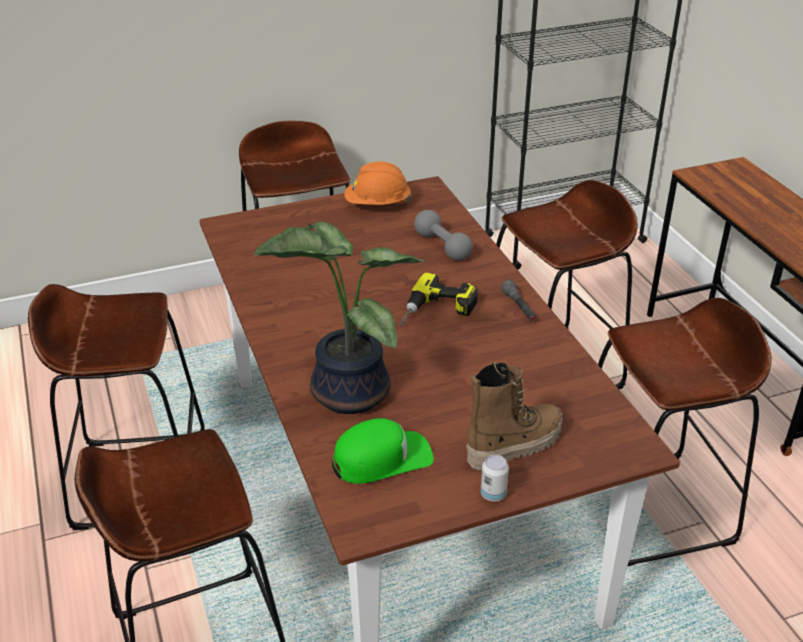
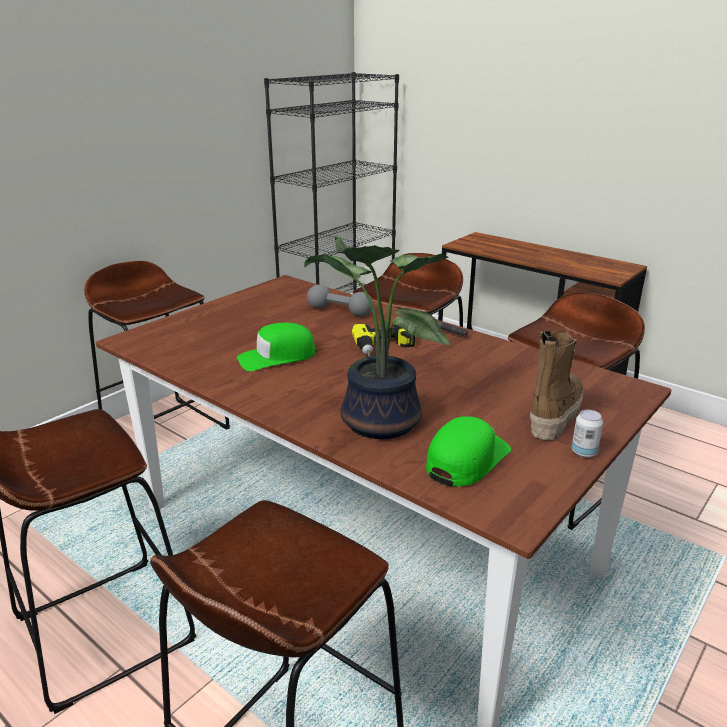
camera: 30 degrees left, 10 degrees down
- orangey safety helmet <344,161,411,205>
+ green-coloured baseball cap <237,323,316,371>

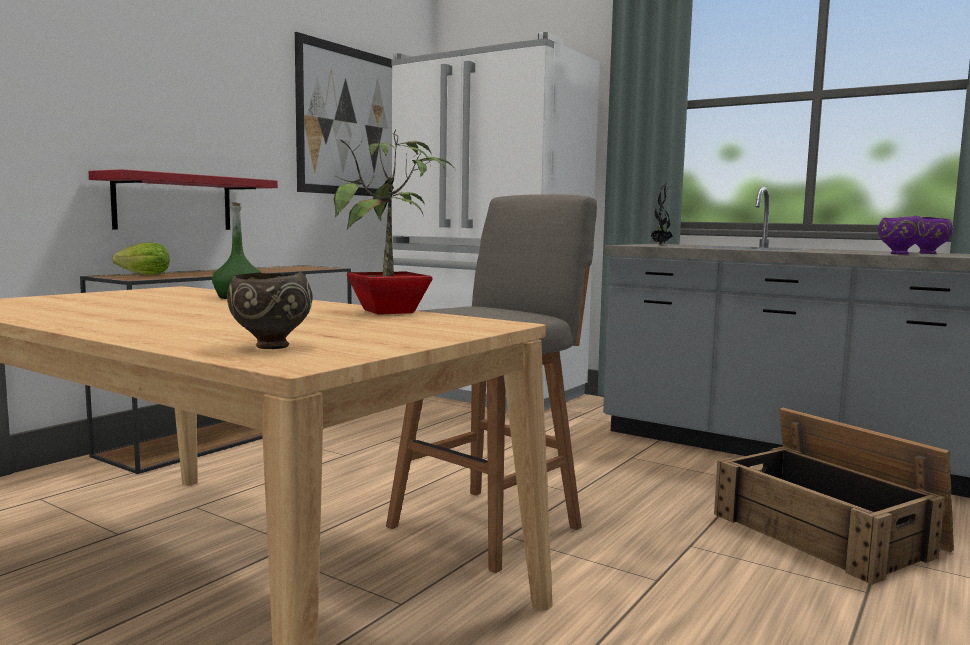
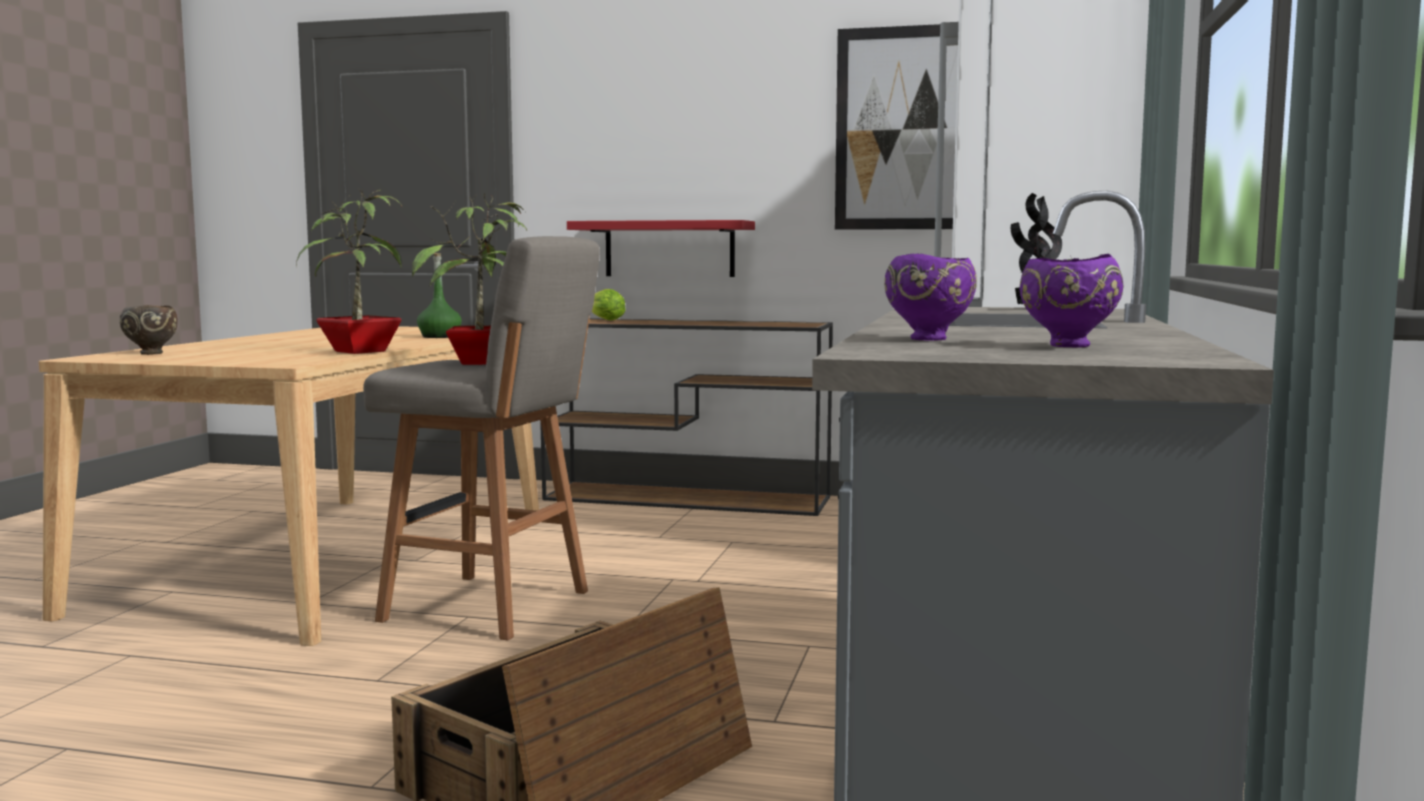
camera: 70 degrees right, 0 degrees up
+ potted plant <412,193,527,365>

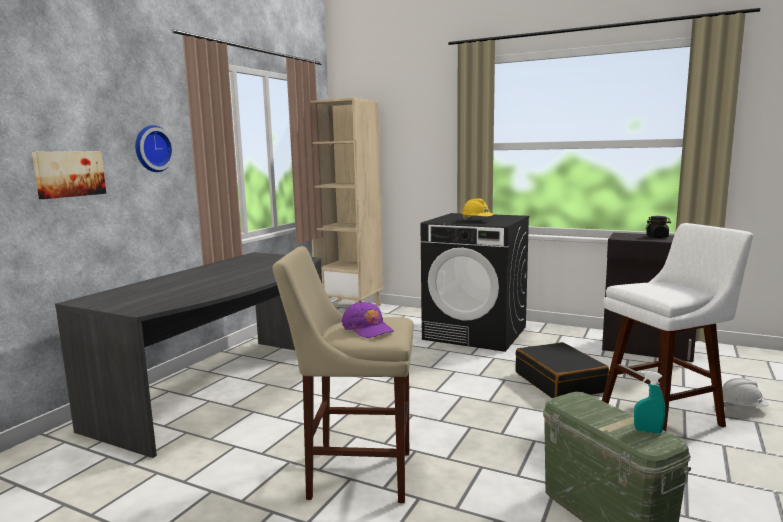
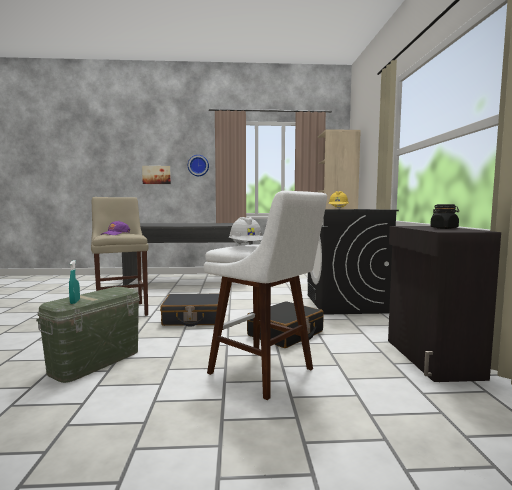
camera: 60 degrees right, 5 degrees down
+ blackish piece of luggage <160,294,219,326>
~ white safety helmet <722,378,769,407> to <229,217,263,245>

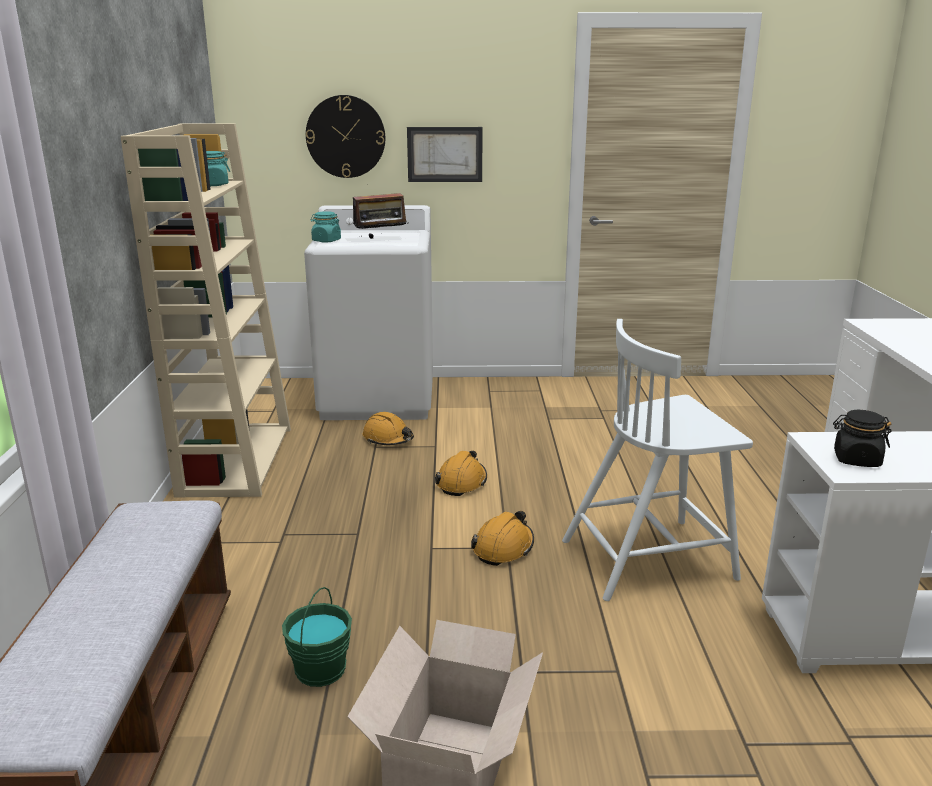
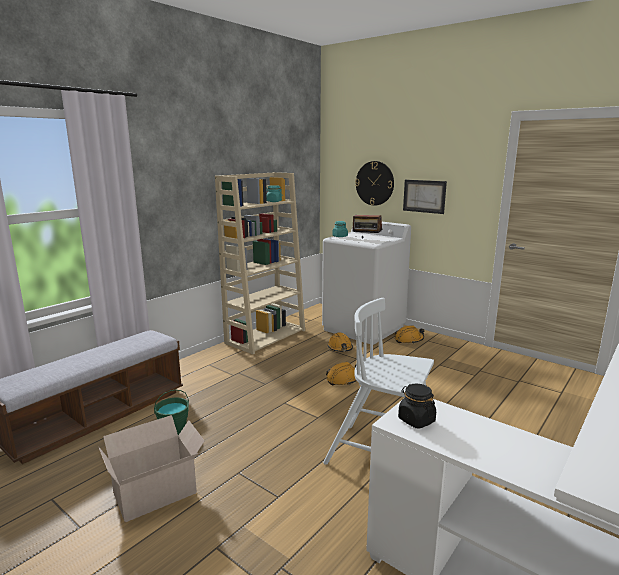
camera: 40 degrees right, 5 degrees down
~ orangey safety helmet <471,511,534,566> to <395,325,425,344>

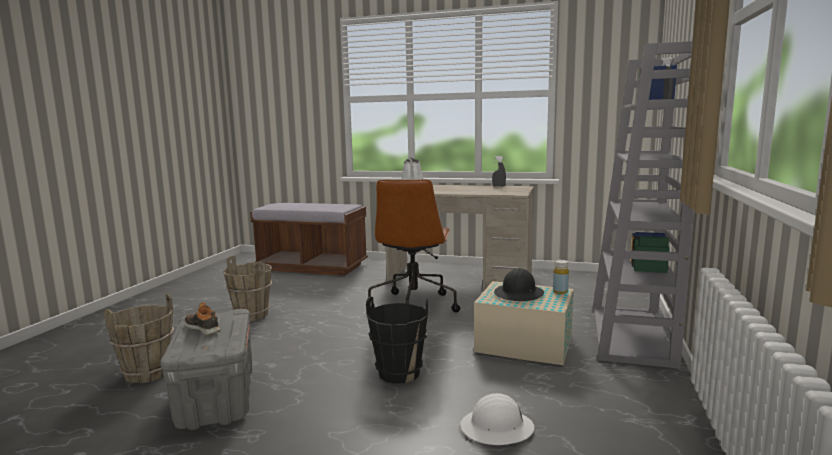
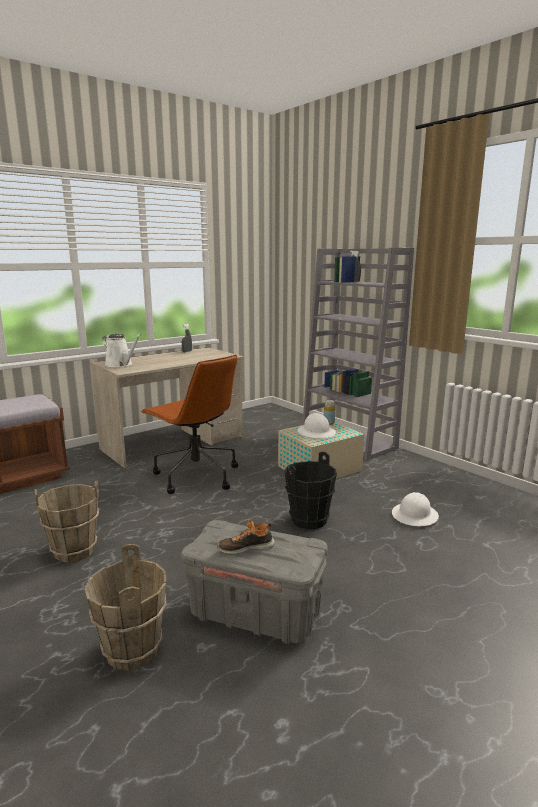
camera: 55 degrees left, 5 degrees up
~ blackish safety helmet <494,268,544,301> to white safety helmet <297,413,336,438>

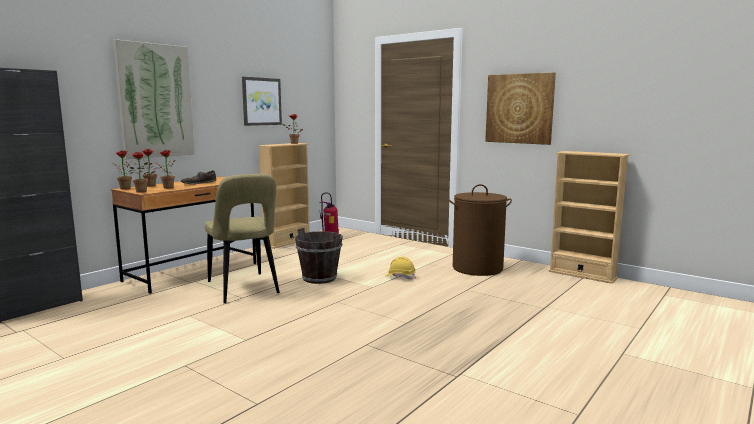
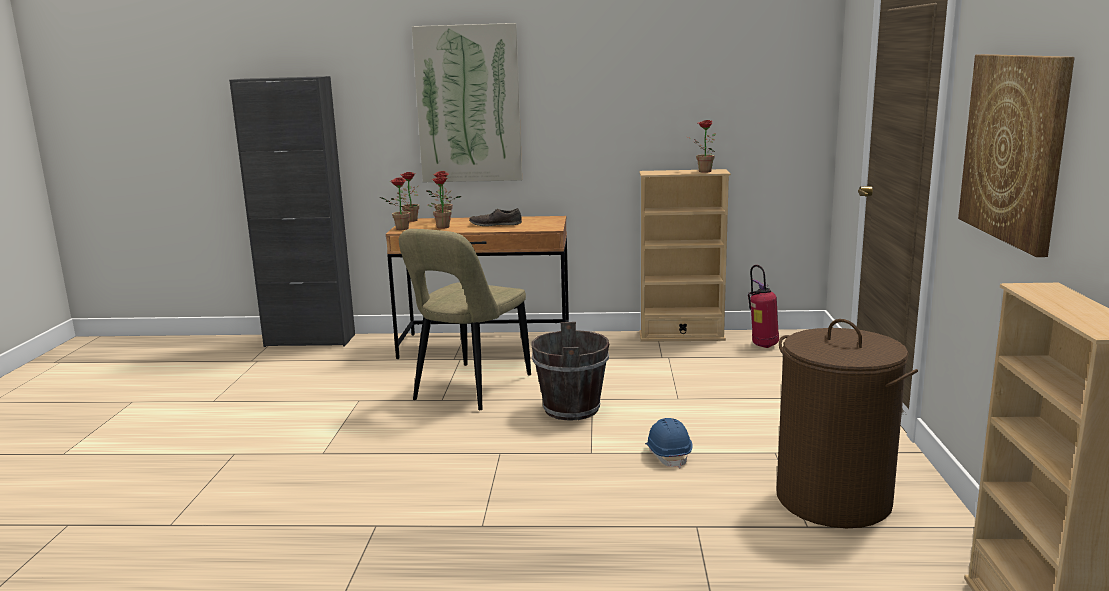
camera: 55 degrees right, 5 degrees up
- wall picture <242,77,282,126>
~ yellow safety helmet <385,257,416,280> to blue-coloured safety helmet <645,418,693,468>

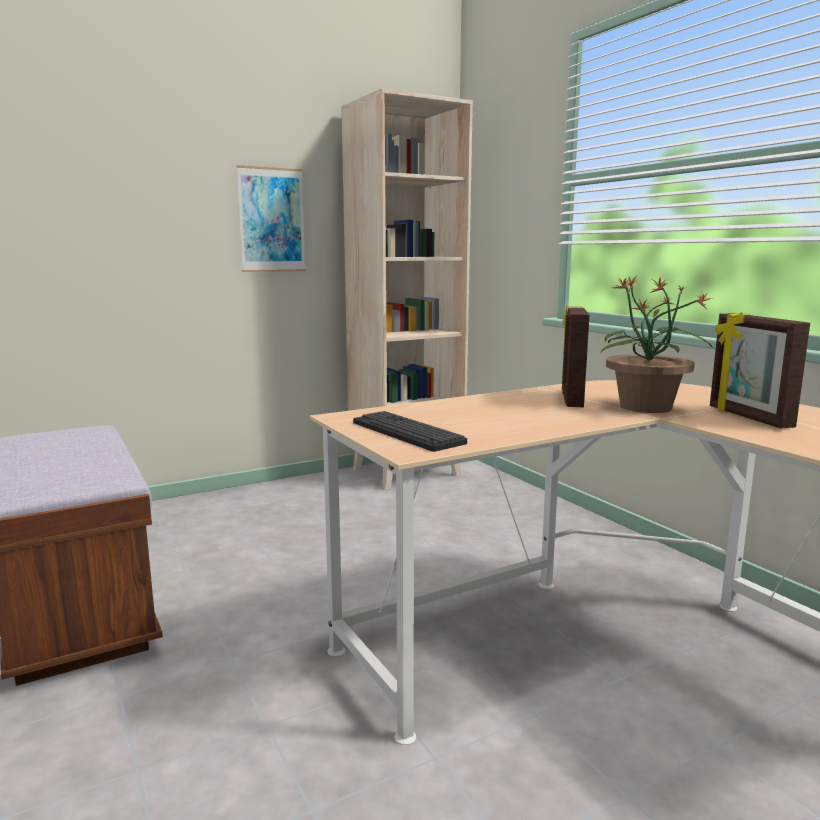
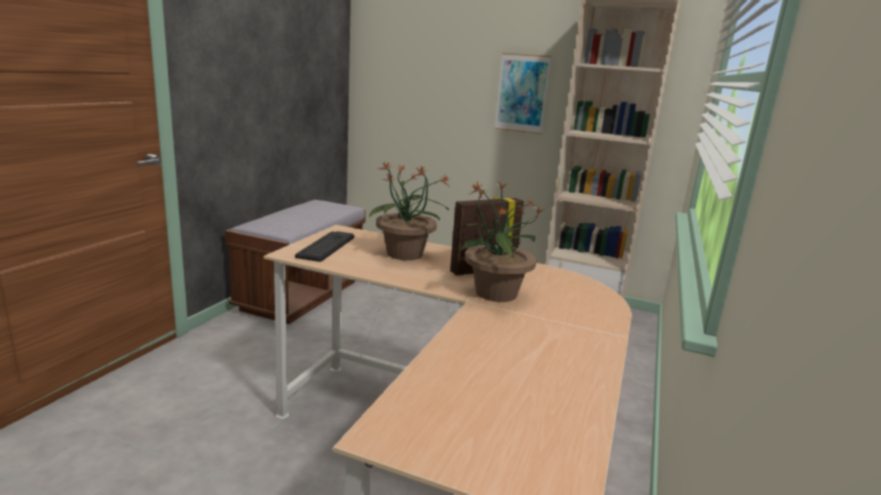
camera: 50 degrees right, 5 degrees up
- photo frame <710,312,810,429>
+ potted plant <369,162,450,260>

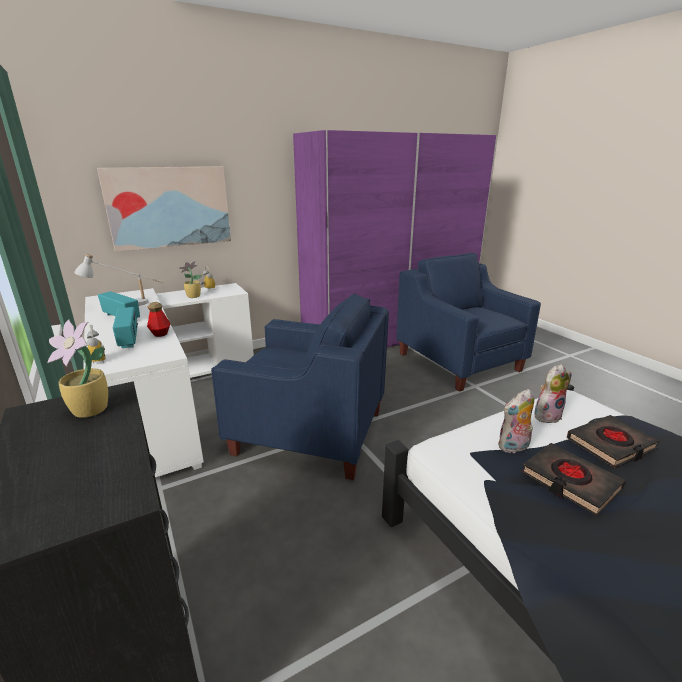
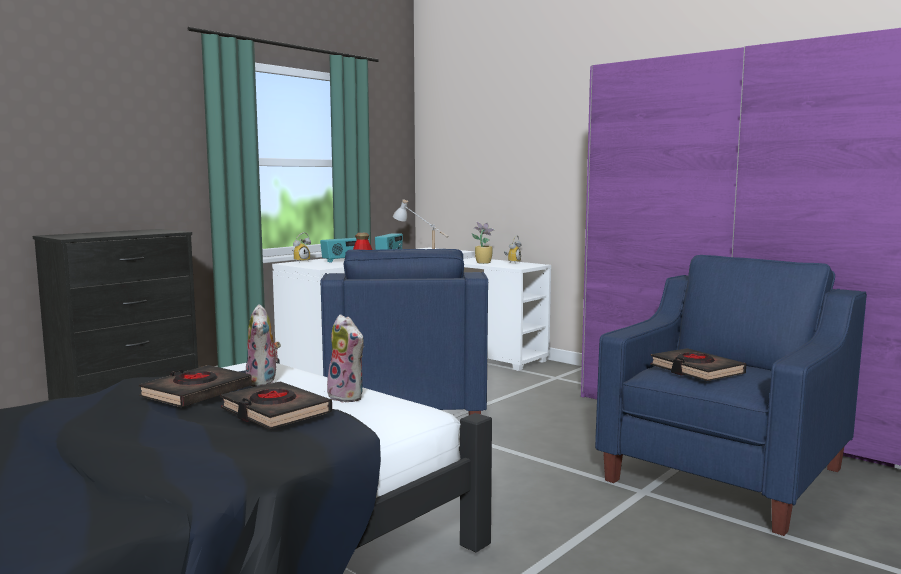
camera: 70 degrees right, 15 degrees down
- potted plant <48,319,108,418>
- wall picture <97,167,231,252>
+ blackish bound book <650,348,747,381>
~ cuddly toy <498,389,534,453> = <246,304,281,387> 150 degrees counterclockwise

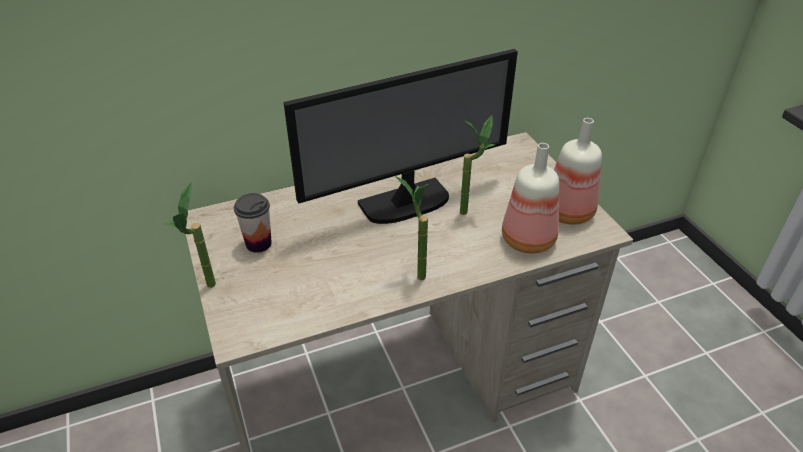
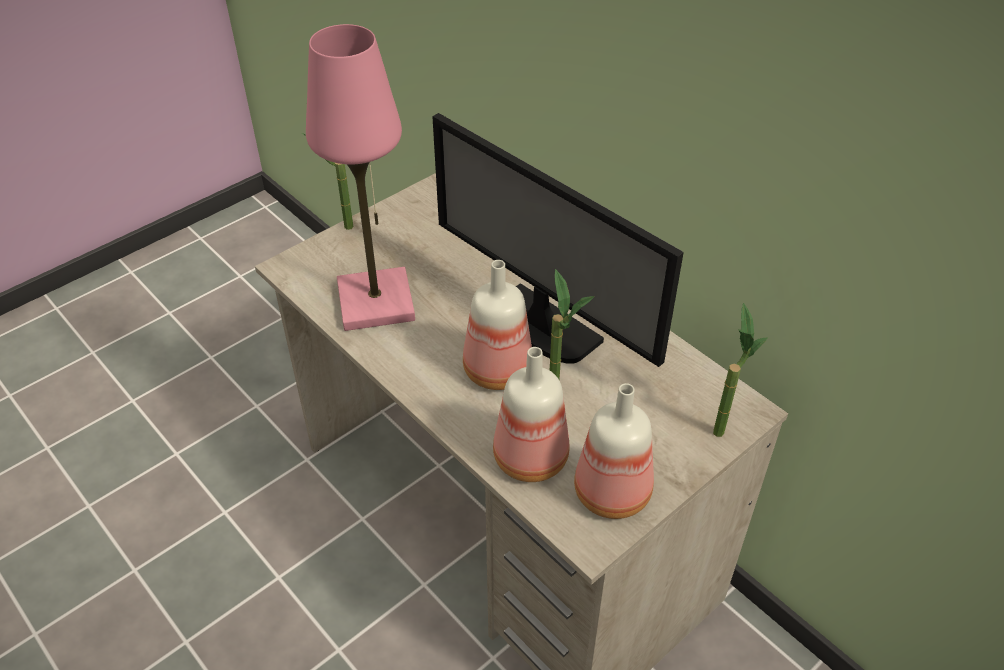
camera: 70 degrees right, 5 degrees up
- small cup <234,193,272,253>
+ pinkish table lamp <306,24,415,331>
+ drink bottle <463,260,532,390>
~ potted plant <395,176,429,280> to <713,303,768,437>

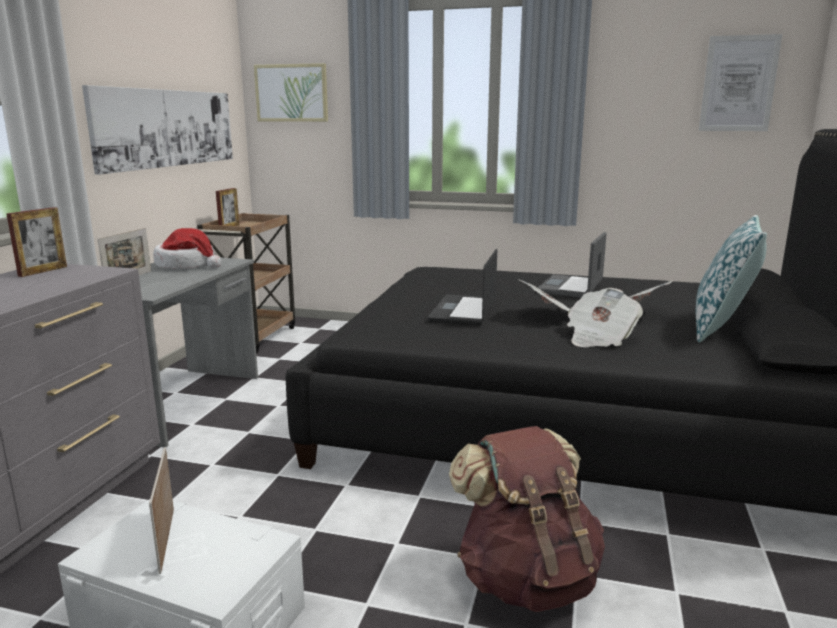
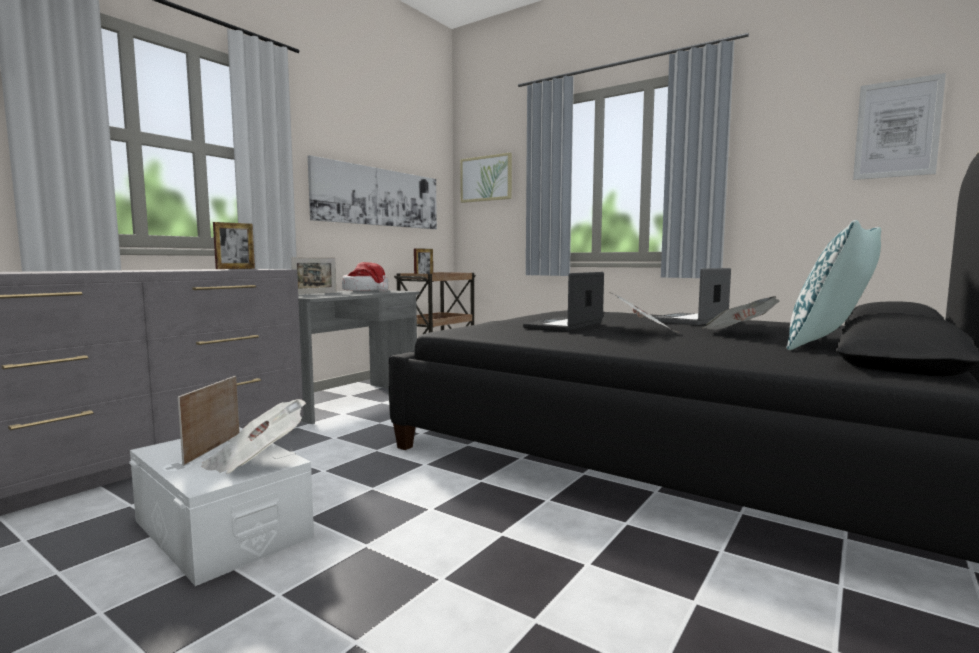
camera: 20 degrees right, 10 degrees down
- brown-coloured knapsack <449,426,605,612>
~ daily paper <567,288,643,347> to <201,399,306,474>

